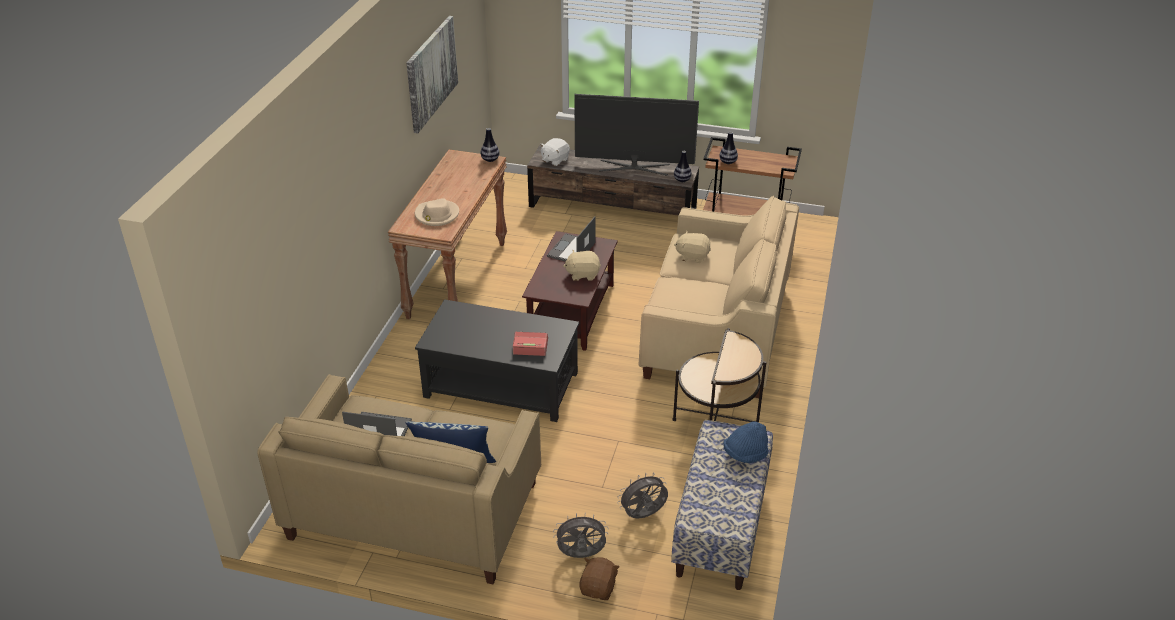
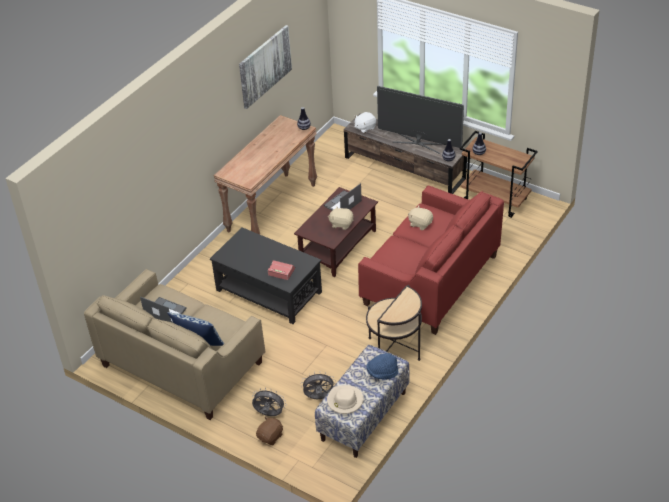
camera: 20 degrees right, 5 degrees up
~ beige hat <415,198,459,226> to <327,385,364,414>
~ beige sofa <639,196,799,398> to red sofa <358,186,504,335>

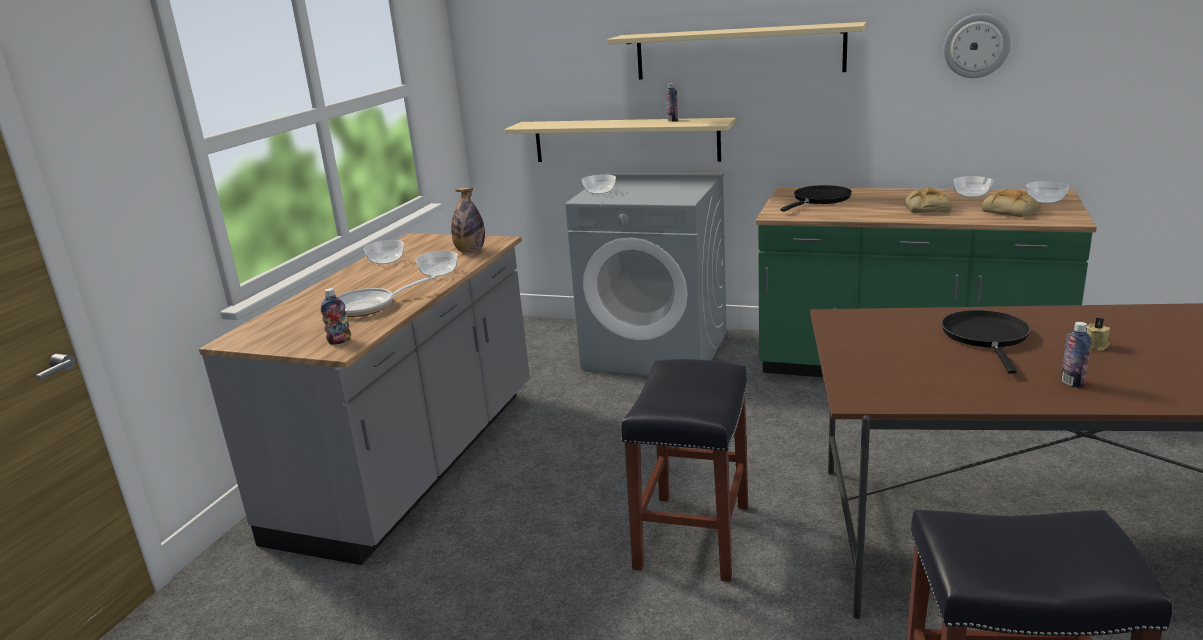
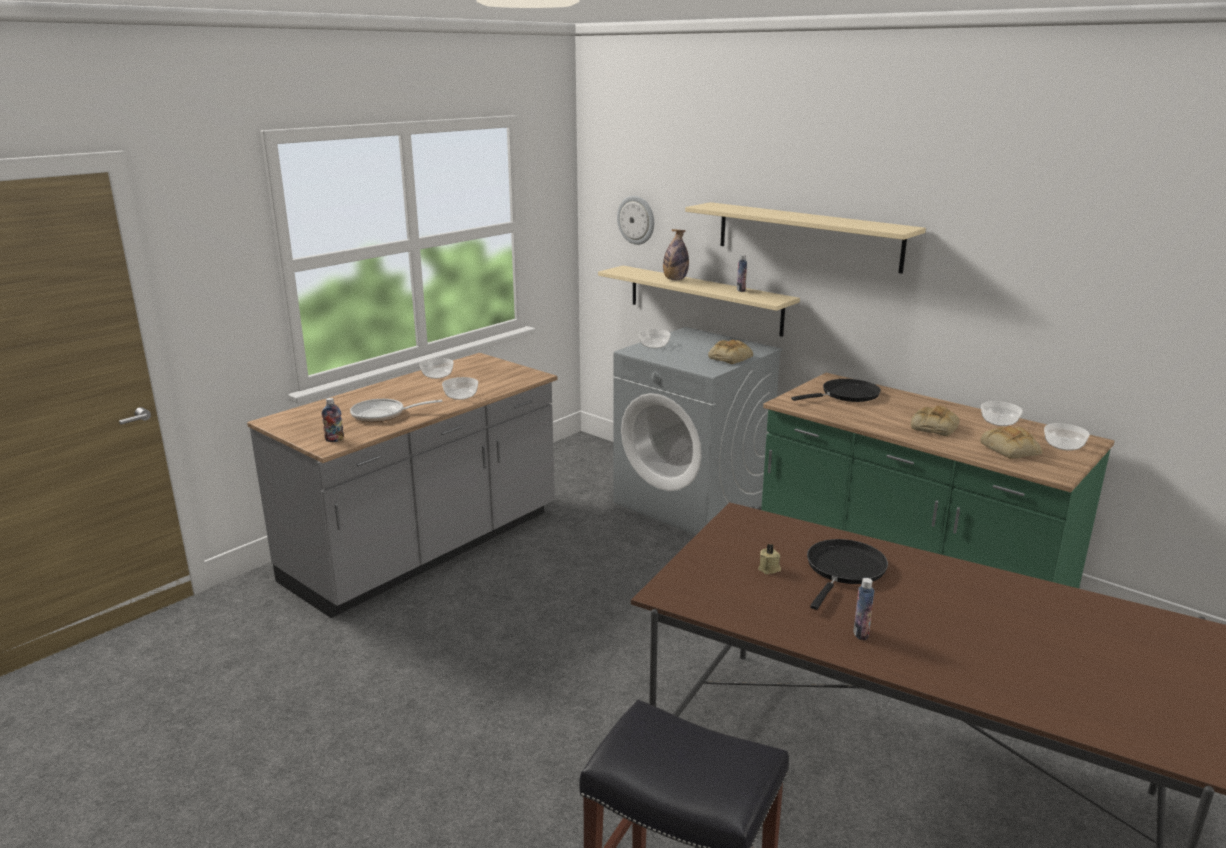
camera: 20 degrees right, 0 degrees up
- blackish sitting stool <621,359,748,582>
+ baked bread <708,340,753,364>
~ drink bottle <451,188,485,253> to <663,229,689,280>
~ wall clock <943,14,1011,78> to <617,196,654,245>
~ beige wax candle <1087,318,1110,351> to <758,544,781,574>

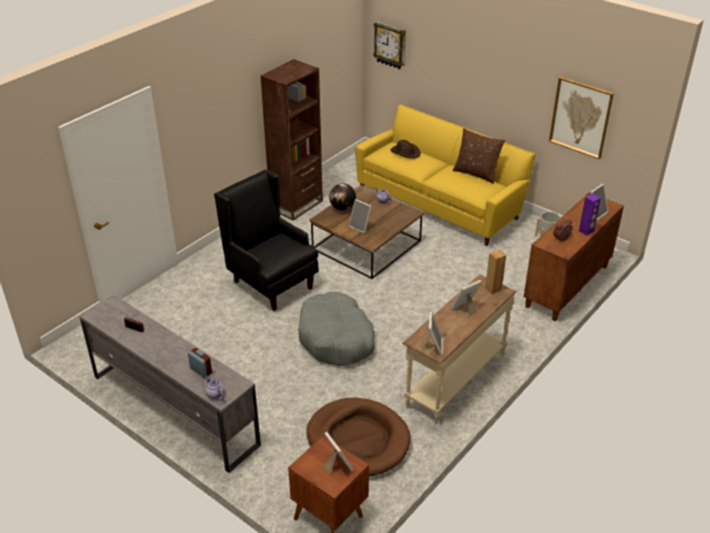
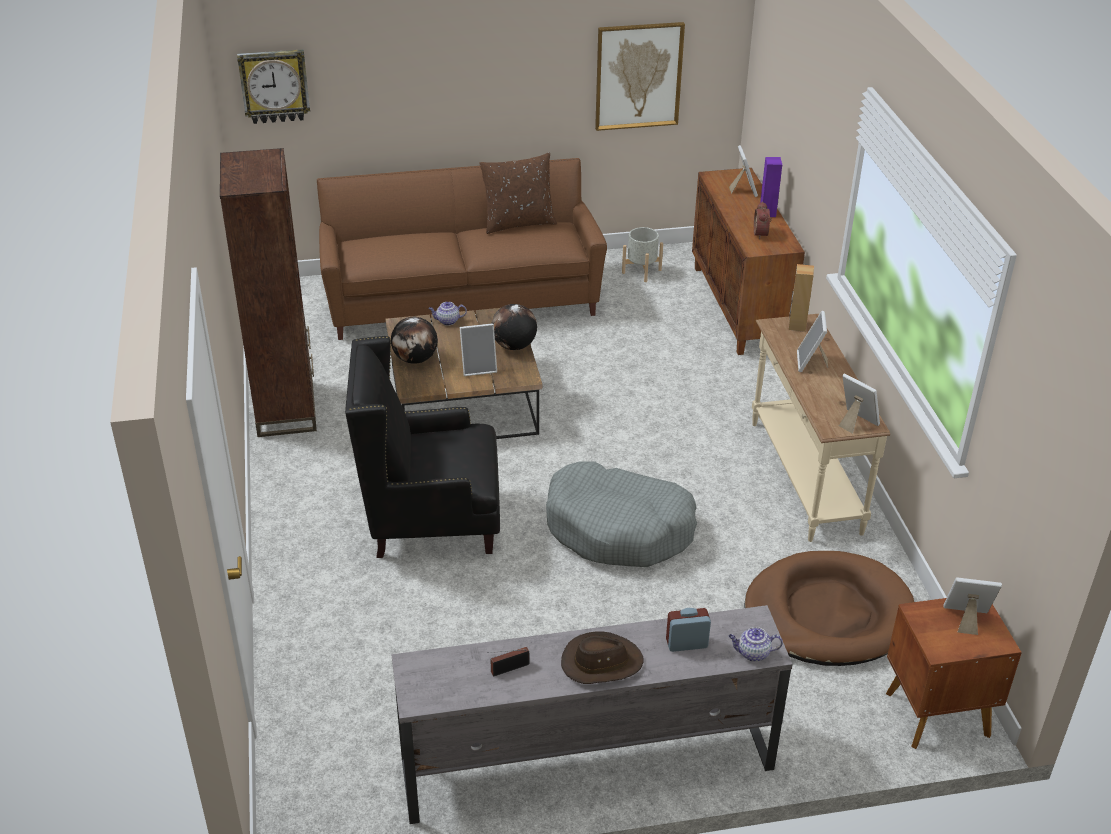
camera: 50 degrees left, 0 degrees up
+ world globe <491,304,537,350>
~ brown-coloured hat <391,140,421,159> to <561,632,643,684>
~ yellow sofa <355,105,536,246> to brown-coloured sofa <317,158,607,340>

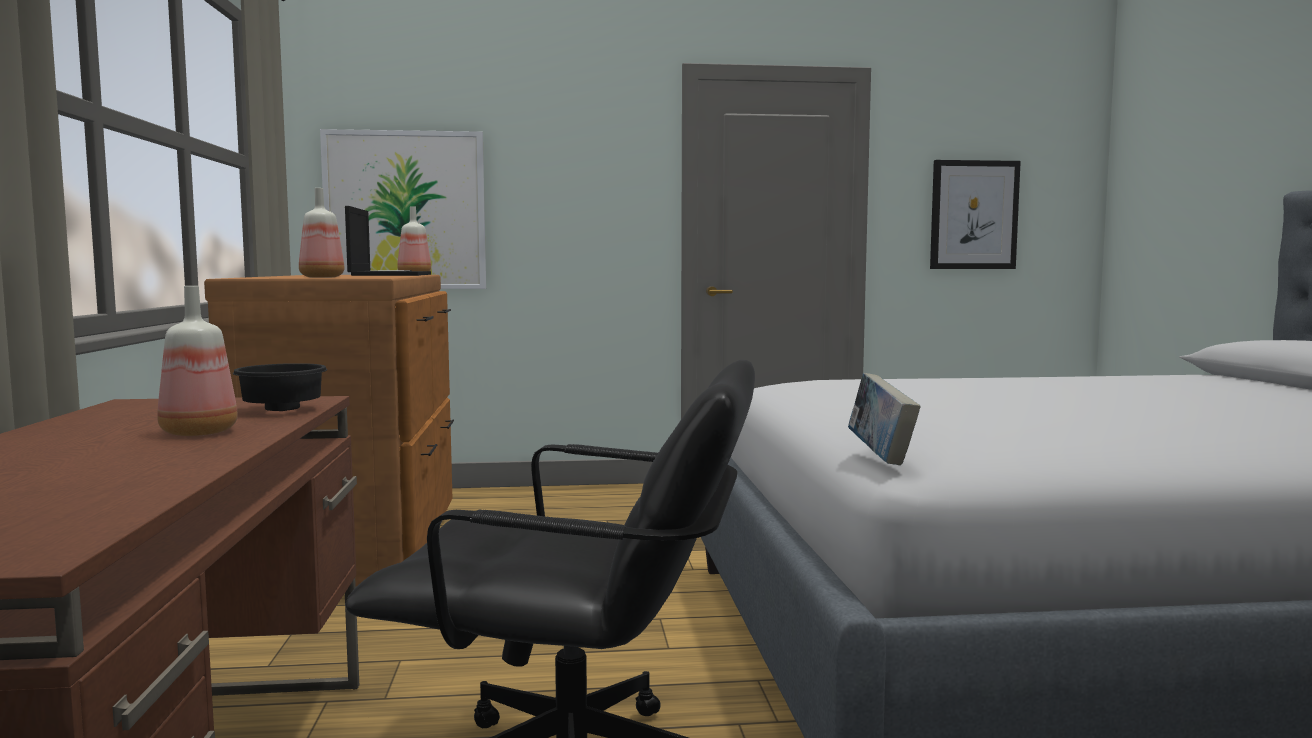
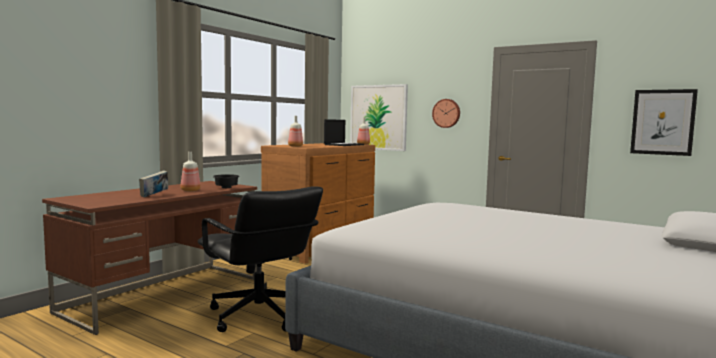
camera: 40 degrees right, 0 degrees up
+ wall clock <432,99,460,128>
~ bound book <848,373,921,465> to <139,171,168,197>

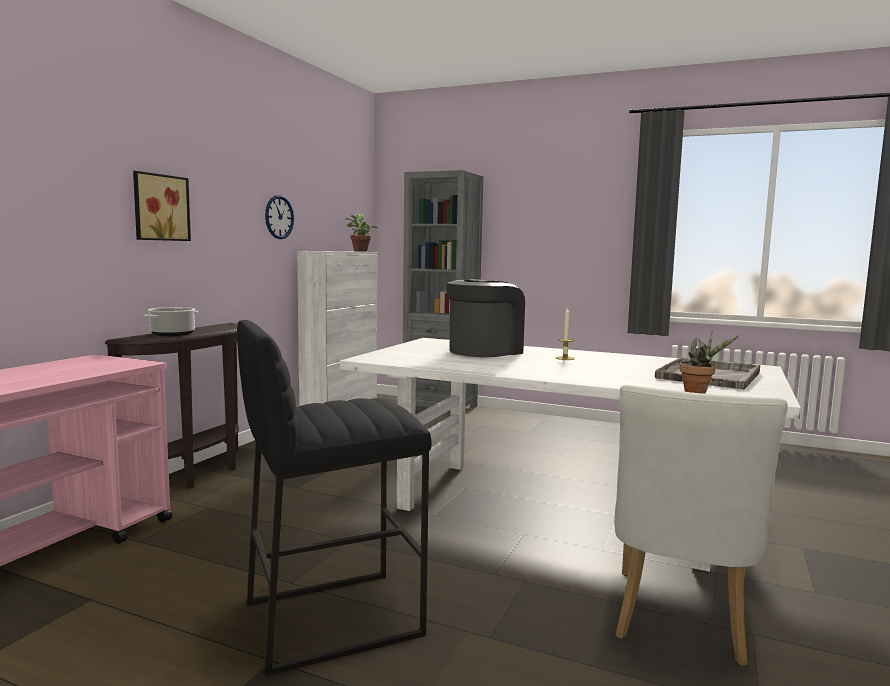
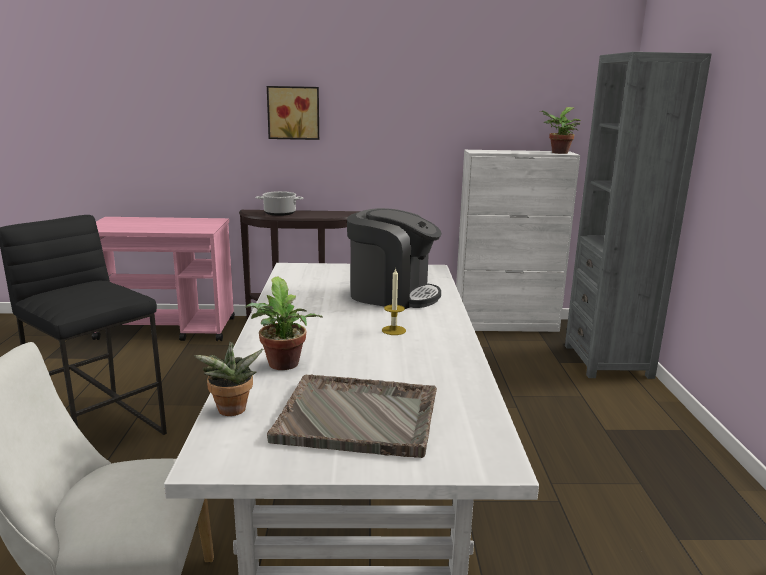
camera: 65 degrees right, 10 degrees up
- wall clock <265,195,294,239>
+ potted plant <246,277,323,370>

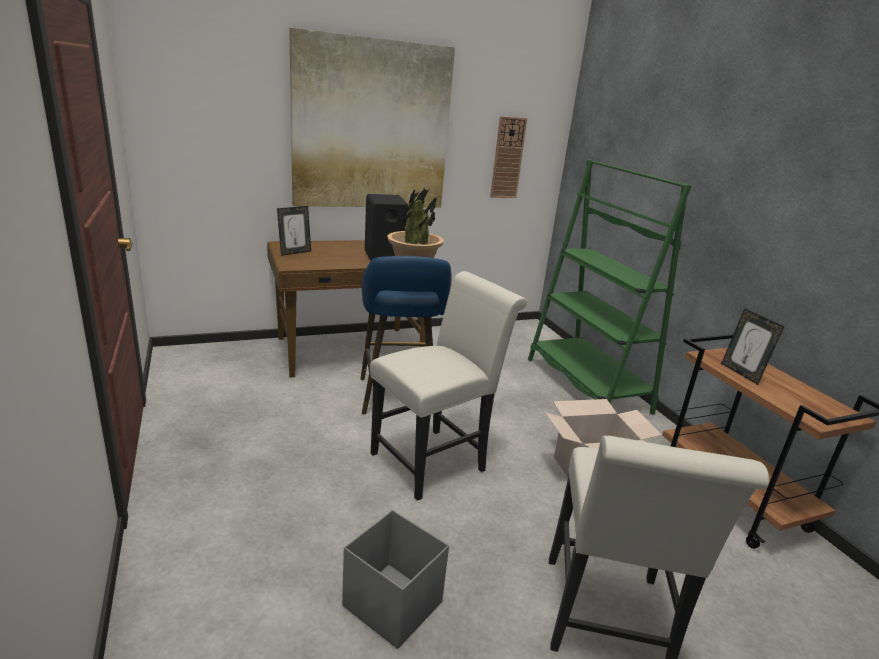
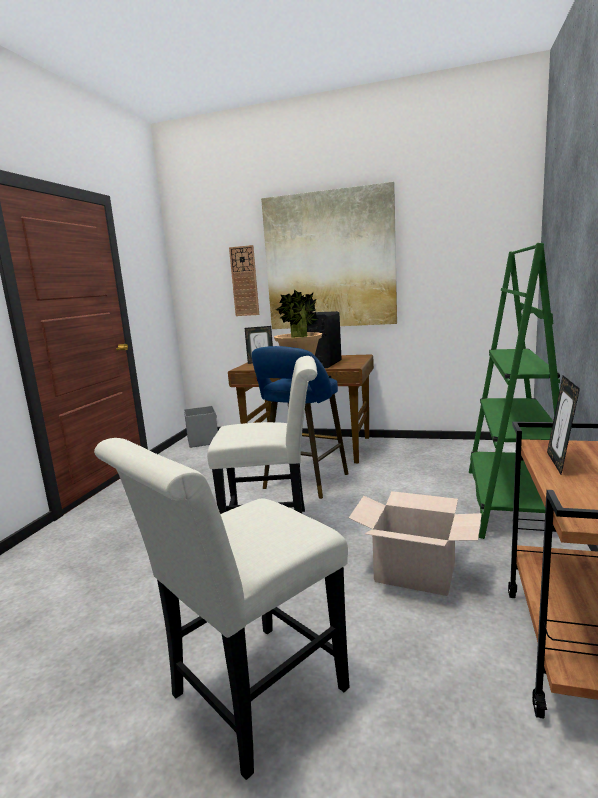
camera: 40 degrees right, 10 degrees down
~ gray storage bin <342,510,449,649> to <184,406,218,448>
~ wall clock <490,116,527,198> to <229,245,259,316>

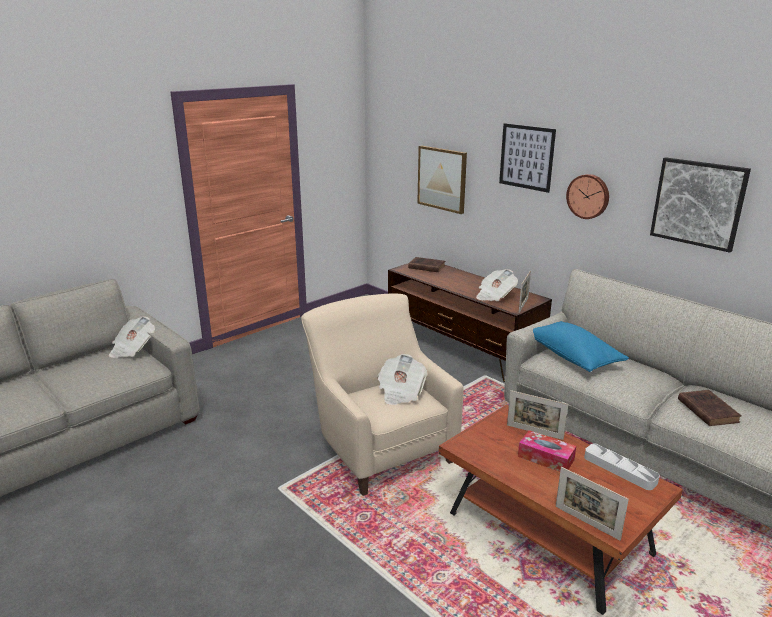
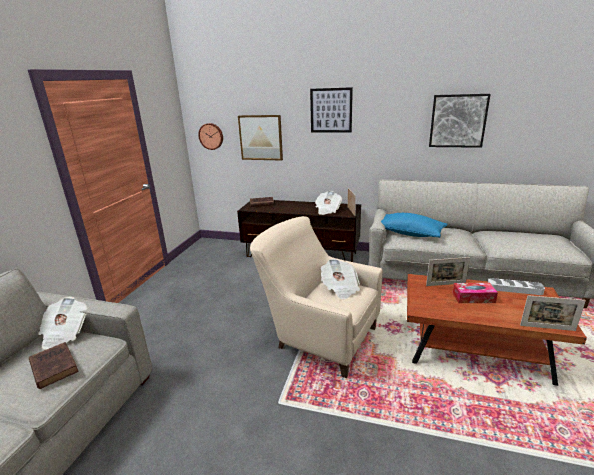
camera: 30 degrees left, 0 degrees up
~ wall clock <566,174,609,219> to <198,123,223,150>
~ brown-coloured bound book <678,390,742,426> to <29,342,79,389>

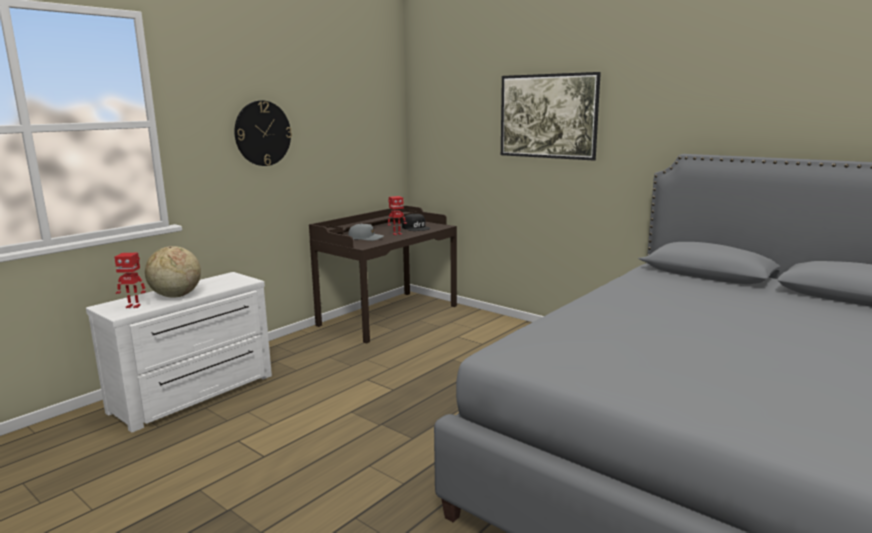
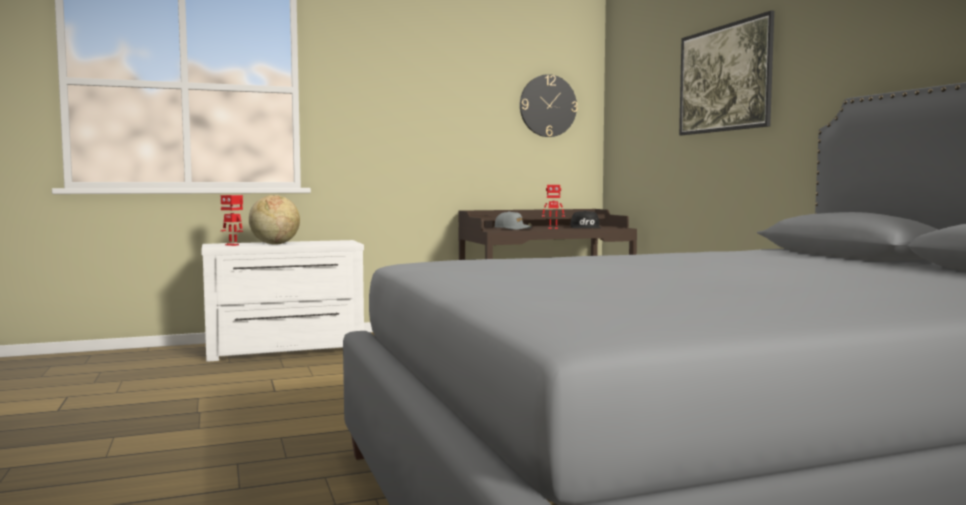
camera: 30 degrees right, 10 degrees down
~ wall clock <234,100,292,166> to <520,74,577,137>

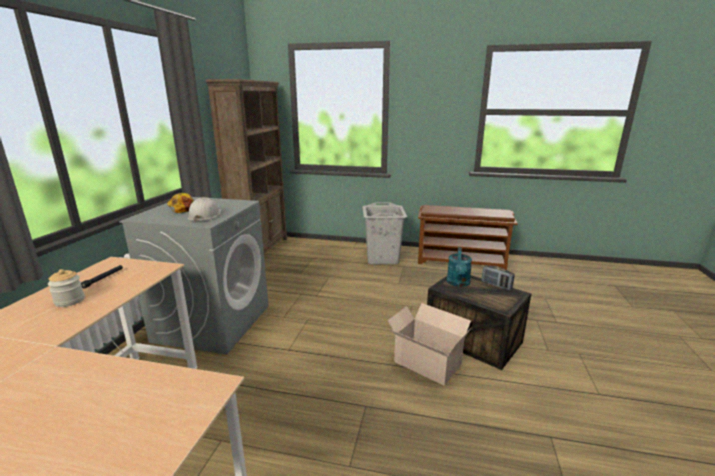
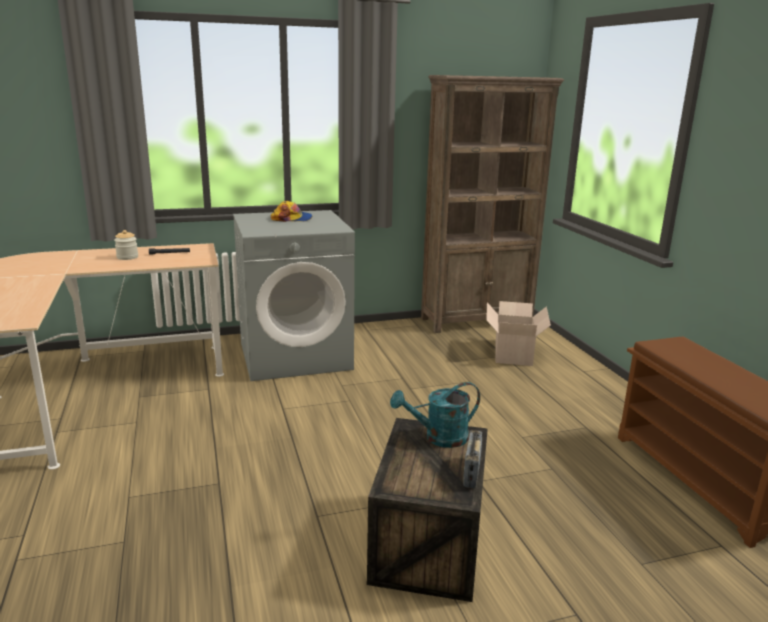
camera: 60 degrees right, 0 degrees up
- white safety helmet <188,197,221,222>
- gray laundry basket <362,203,407,264>
~ cardboard box <388,303,471,385> to <486,301,551,366>

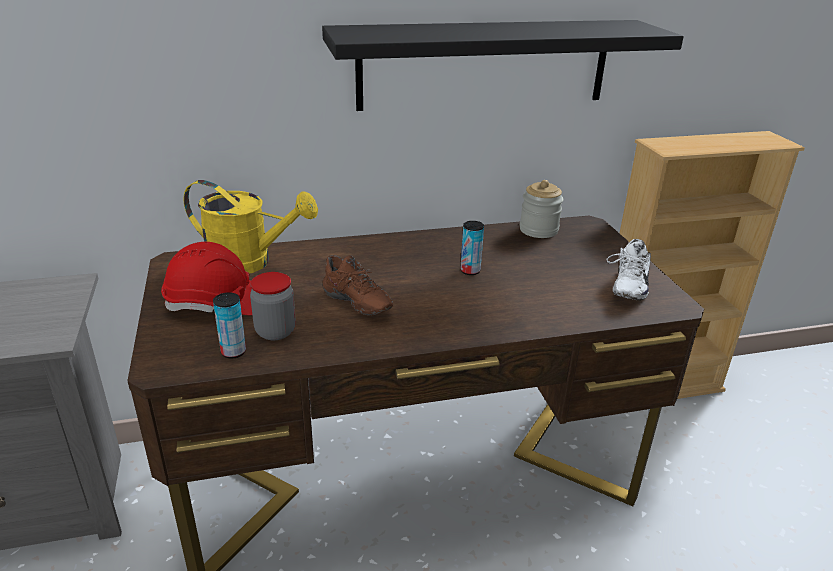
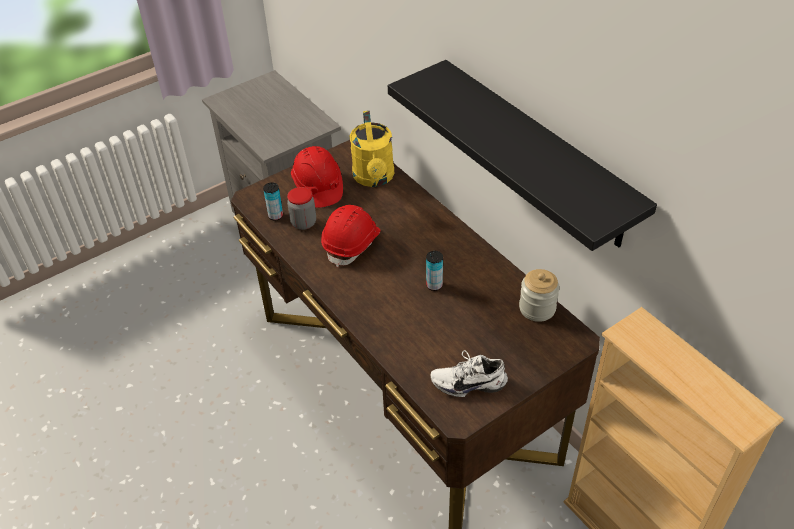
camera: 70 degrees right, 15 degrees up
~ brown-coloured low shoe <322,255,393,315> to red safety helmet <321,205,380,267>

